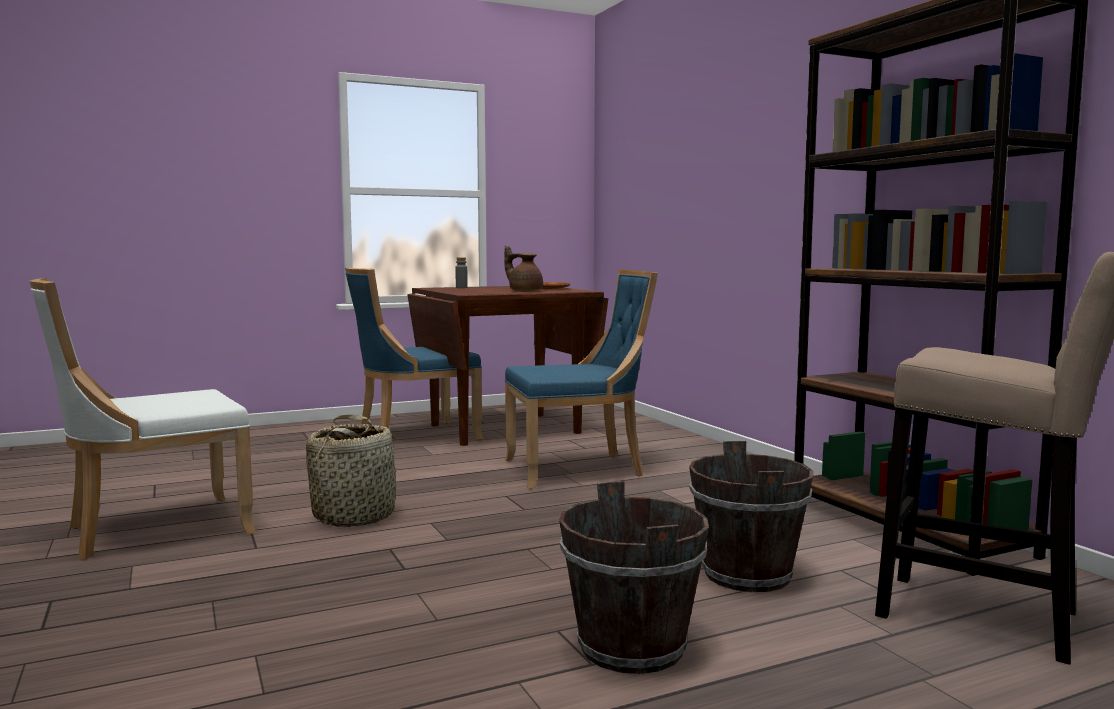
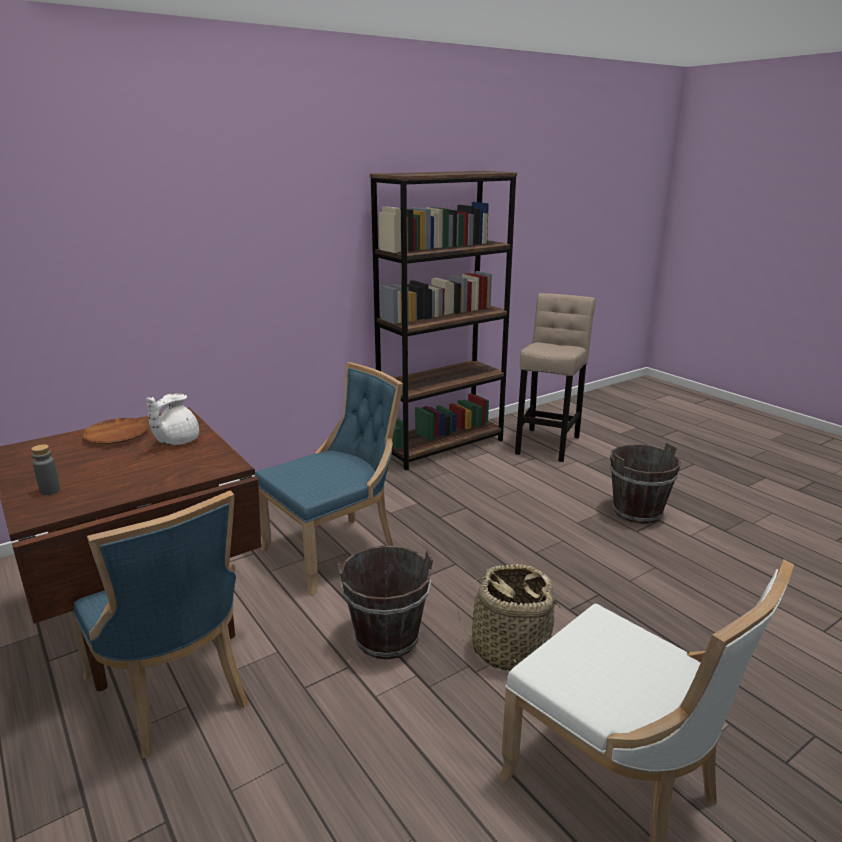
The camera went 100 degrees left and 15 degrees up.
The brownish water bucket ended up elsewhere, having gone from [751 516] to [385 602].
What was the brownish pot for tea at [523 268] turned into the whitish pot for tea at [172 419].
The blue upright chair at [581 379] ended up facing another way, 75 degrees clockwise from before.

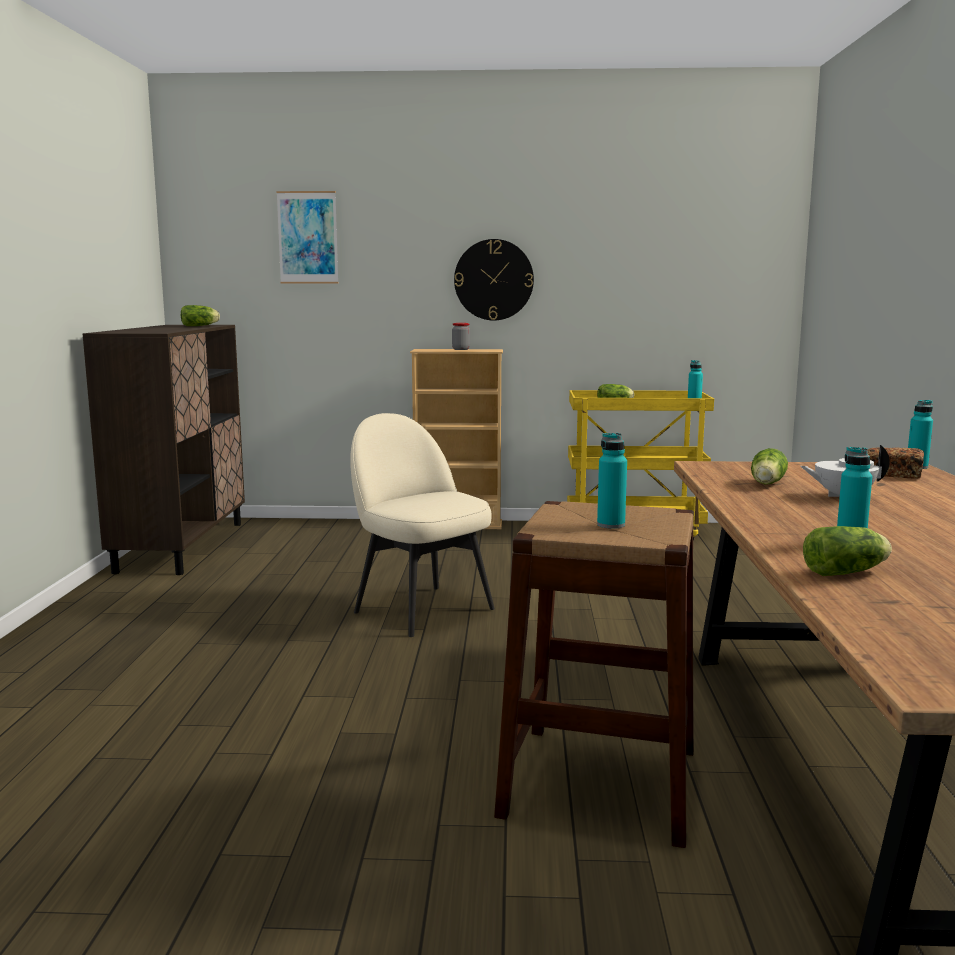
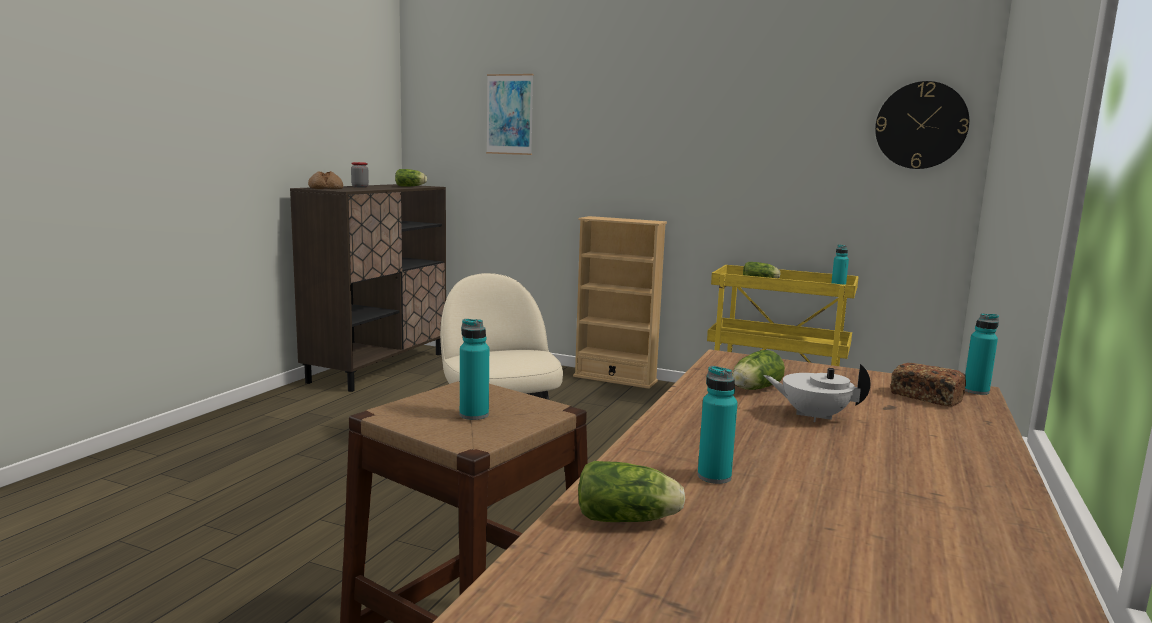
The camera went 20 degrees right and 0 degrees up.
The second view gained the baked bread at [325 180].
The jar ended up elsewhere, having gone from [461 336] to [360 174].
The clock on the wall ended up elsewhere, having gone from [494 279] to [922 125].

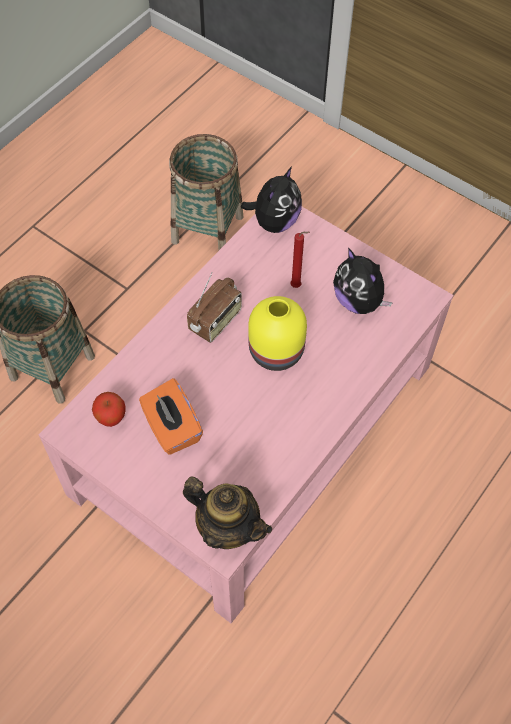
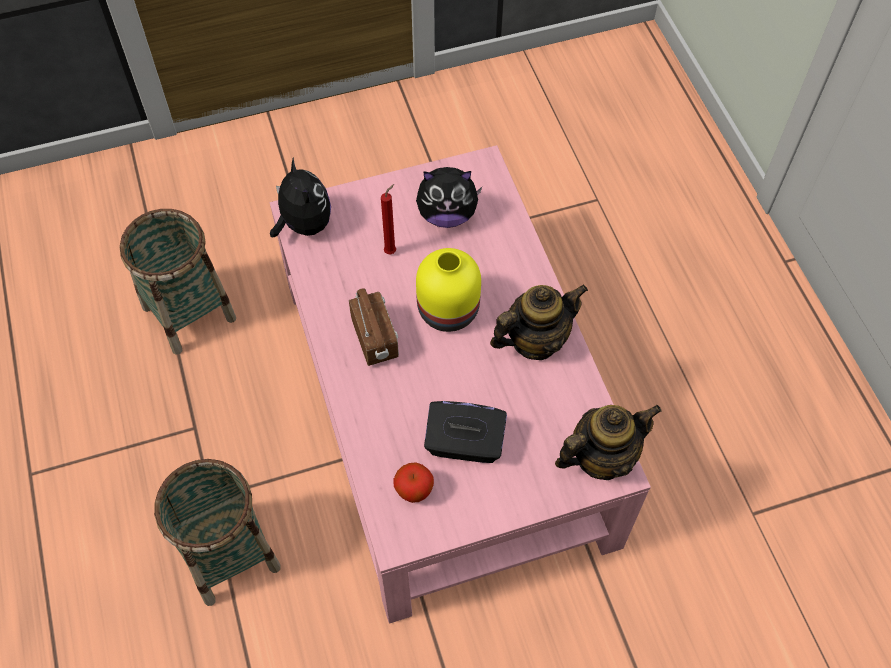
The camera went 55 degrees left and 0 degrees up.
The second view gained the pot for tea at [539 322].
What was the orange-coloured box of tissues at [171 416] turned into the black-coloured box of tissues at [465 432].

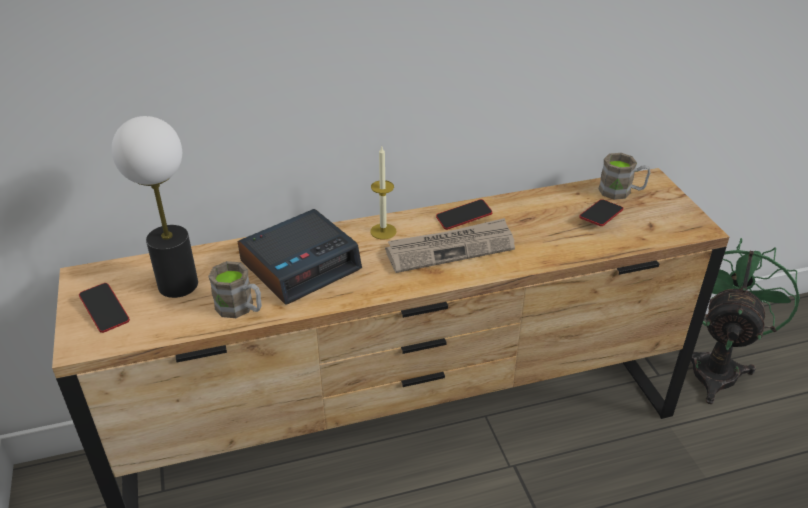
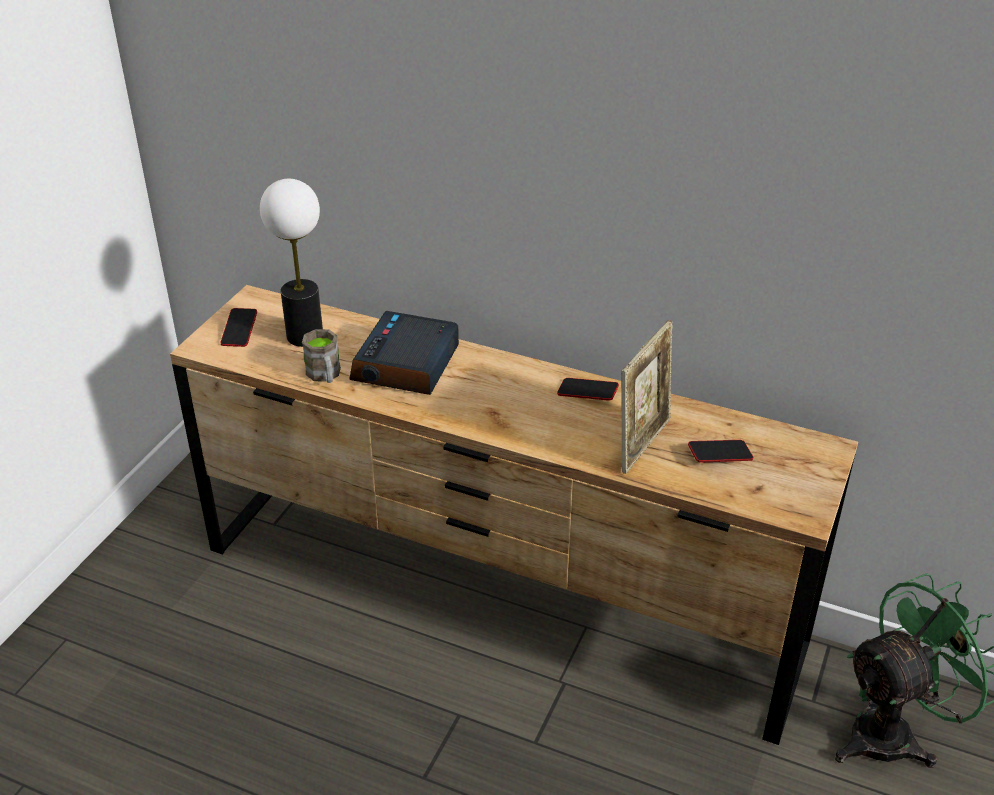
The camera went 40 degrees right and 0 degrees up.
The second view lost the wax candle at [383 192].
The second view lost the newspaper at [450 245].
The second view lost the brownish mug at [624 176].
The second view gained the photo frame at [647 397].
The alarm clock at [300 257] ended up facing another way, 105 degrees clockwise from before.

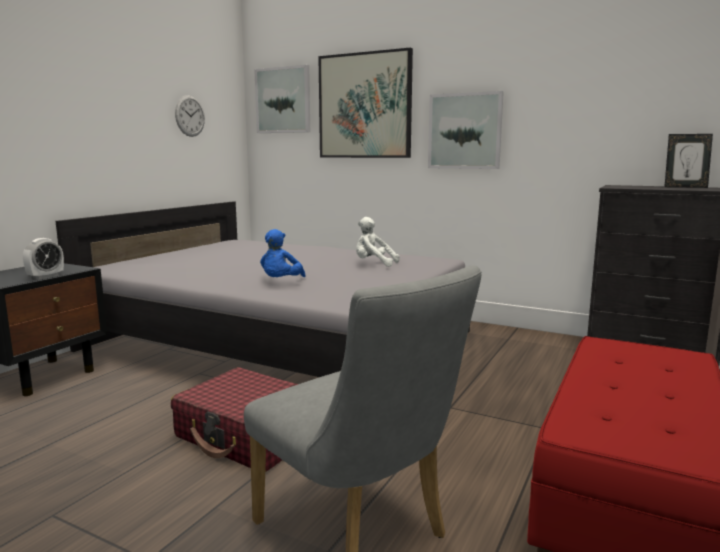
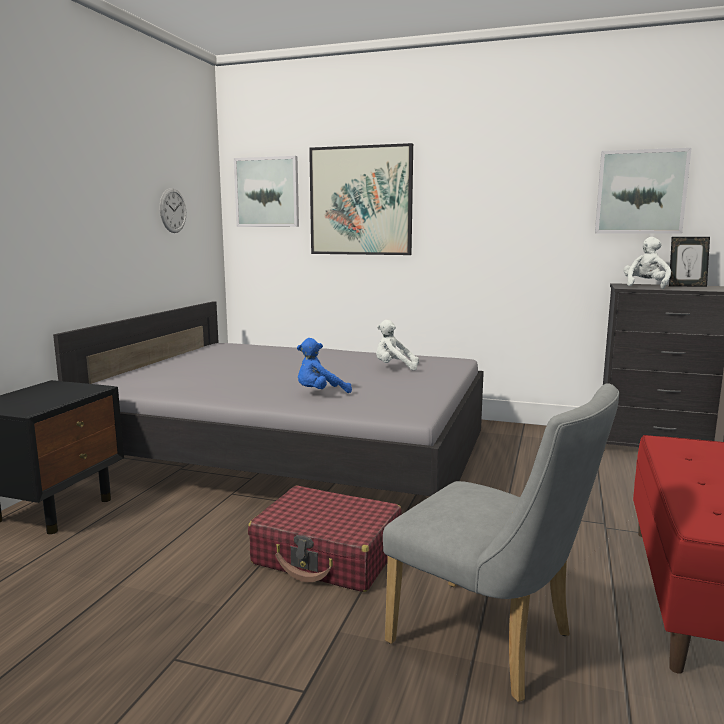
The camera went 10 degrees left and 0 degrees up.
The second view lost the alarm clock at [43 258].
The second view gained the whitish soft toy at [647 263].
The wall art ended up elsewhere, having gone from [466 130] to [643 191].
The blue soft toy at [282 253] ended up facing another way, 60 degrees clockwise from before.

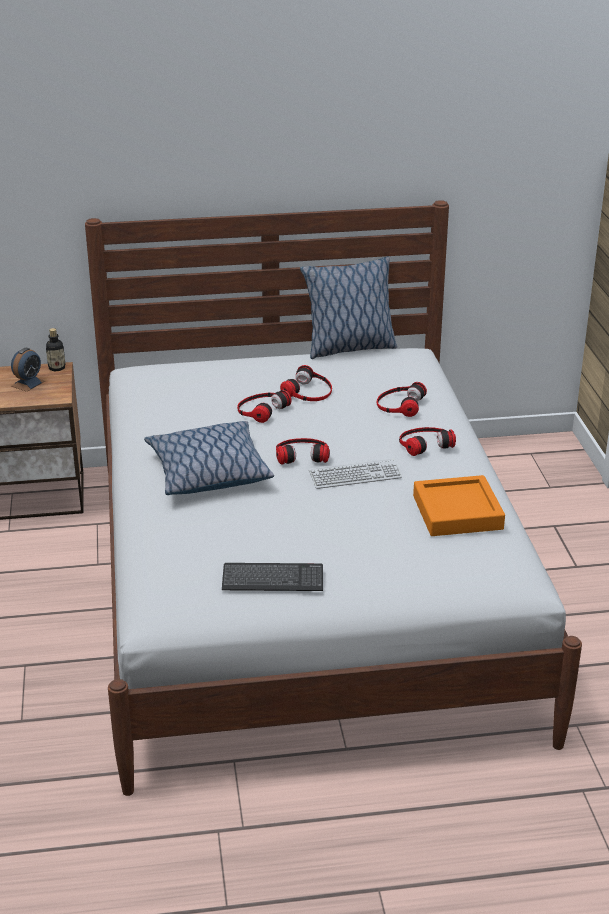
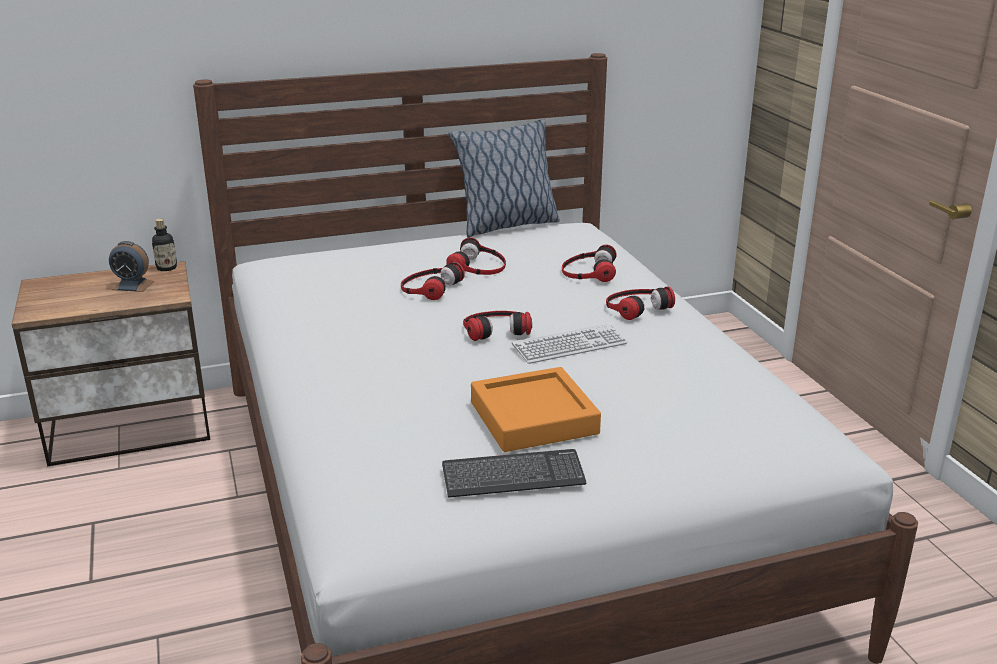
The camera went 10 degrees left and 5 degrees down.
The second view lost the throw pillow at [209 458].
The orange-coloured tray ended up elsewhere, having gone from [459 505] to [536 409].
The alarm clock at [28 370] ended up facing another way, 75 degrees clockwise from before.

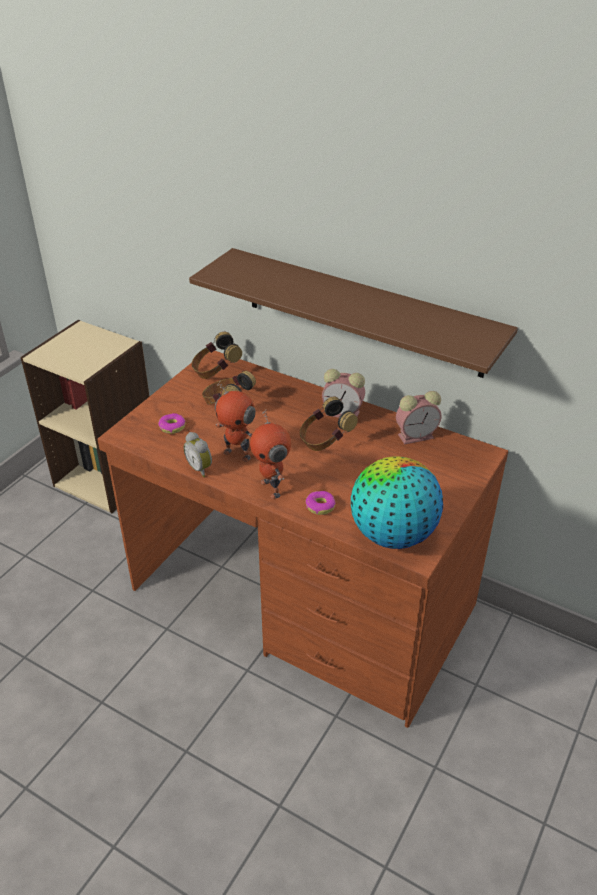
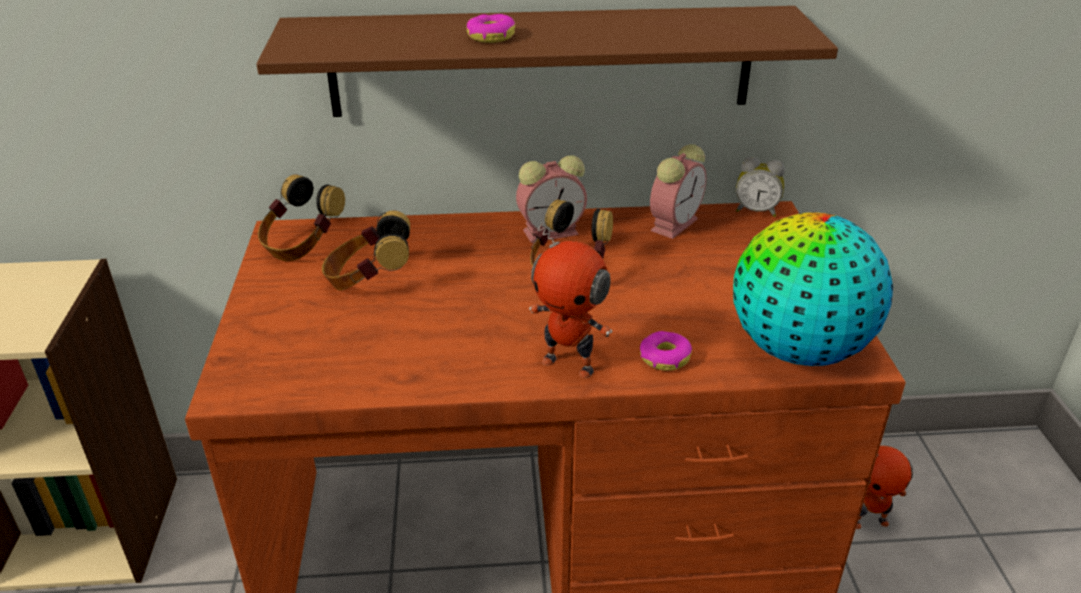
The camera went 35 degrees left and 5 degrees down.
The ring doughnut ended up elsewhere, having gone from [171 423] to [491 28].
The alarm clock ended up elsewhere, having gone from [198 454] to [760 187].
The toy robot ended up elsewhere, having gone from [235 421] to [884 487].

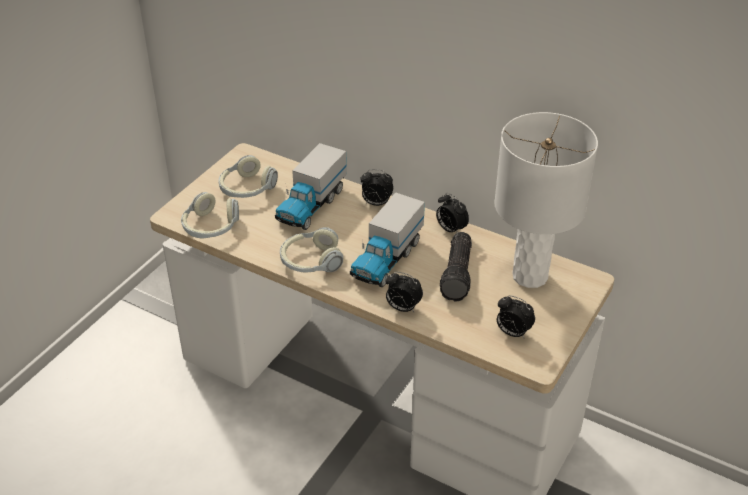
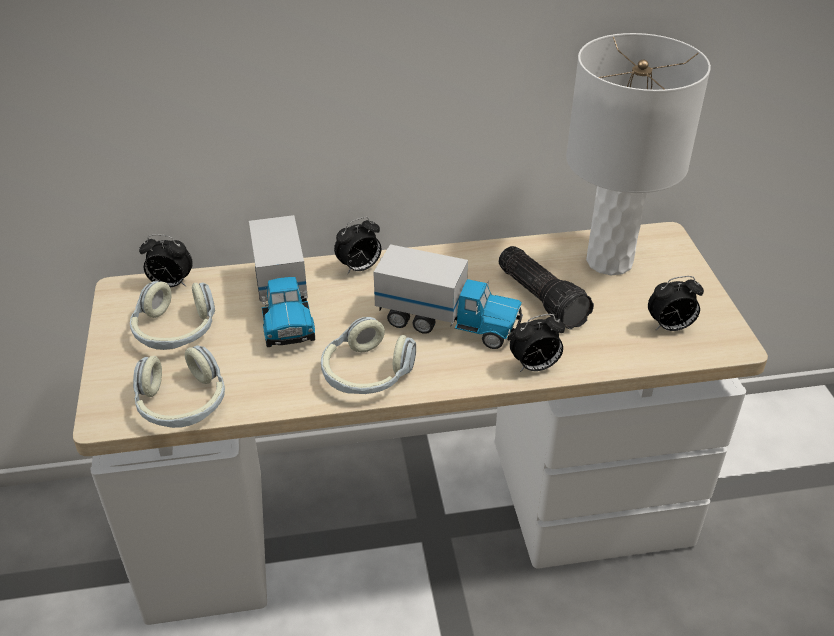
The camera went 40 degrees left and 0 degrees up.
The alarm clock ended up elsewhere, having gone from [452 213] to [166 261].
The toy lorry at [387 239] ended up facing another way, 60 degrees counterclockwise from before.

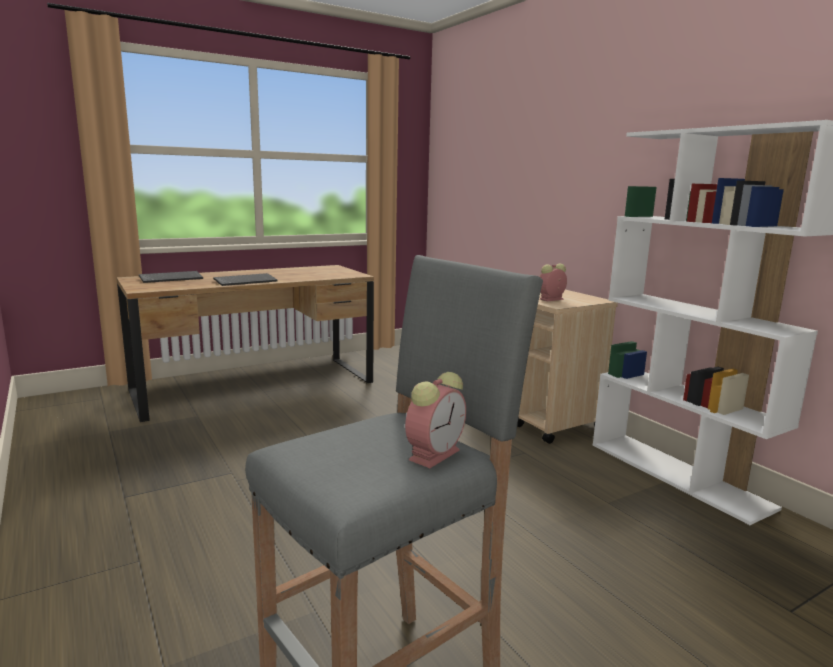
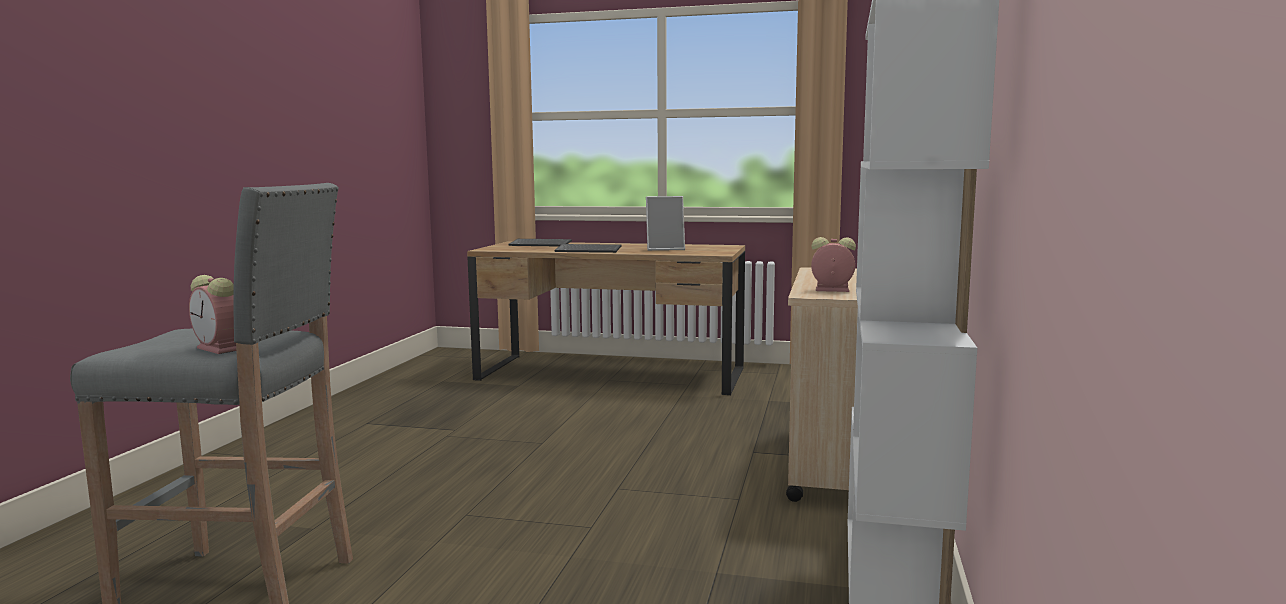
The camera went 45 degrees right and 5 degrees down.
The second view gained the photo frame at [665 223].
The alarm clock at [435 420] ended up facing another way, 45 degrees clockwise from before.

